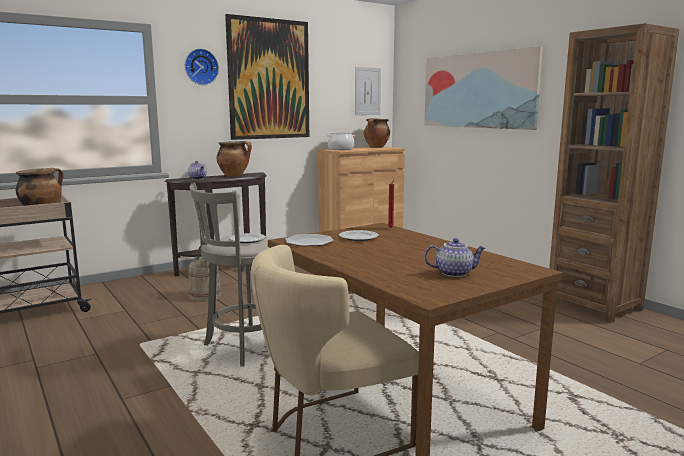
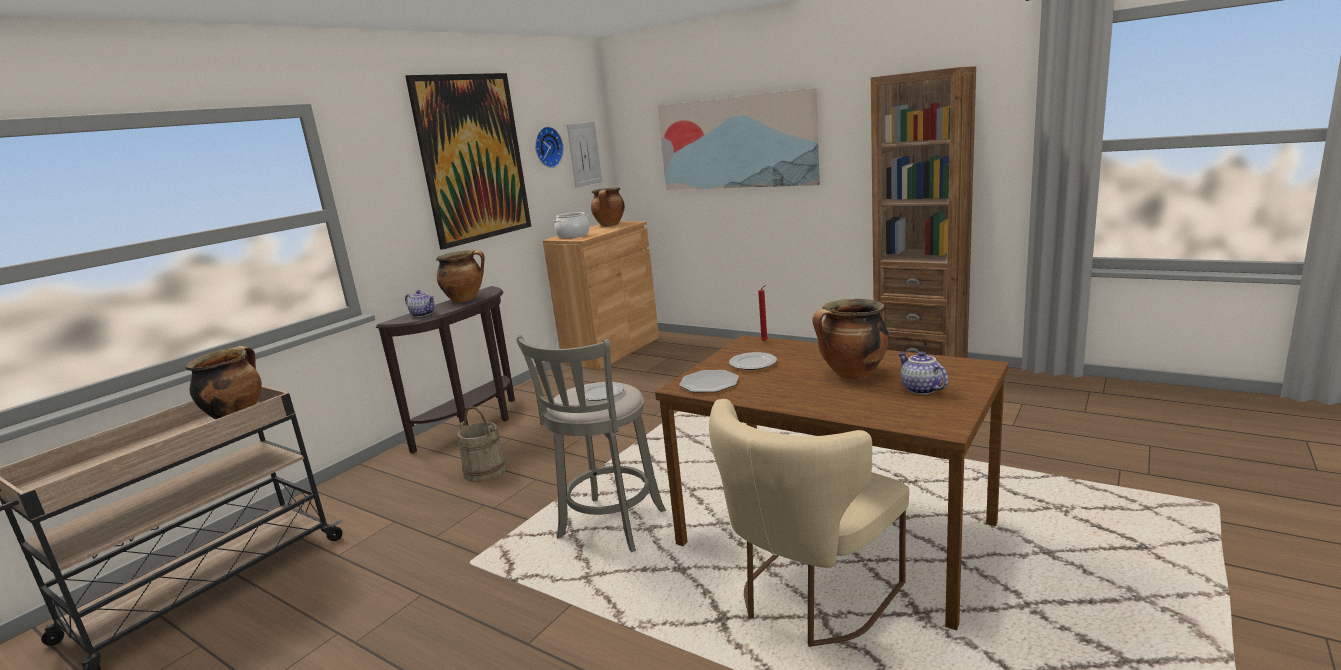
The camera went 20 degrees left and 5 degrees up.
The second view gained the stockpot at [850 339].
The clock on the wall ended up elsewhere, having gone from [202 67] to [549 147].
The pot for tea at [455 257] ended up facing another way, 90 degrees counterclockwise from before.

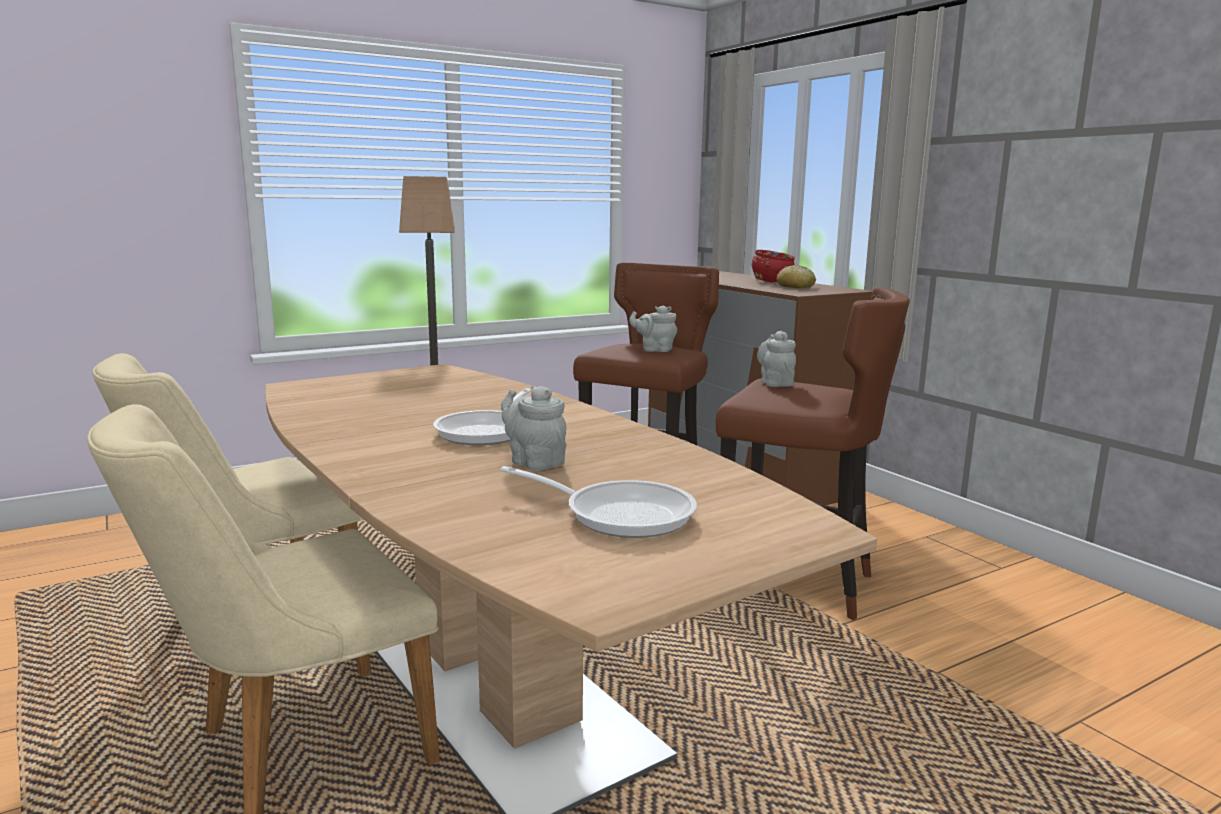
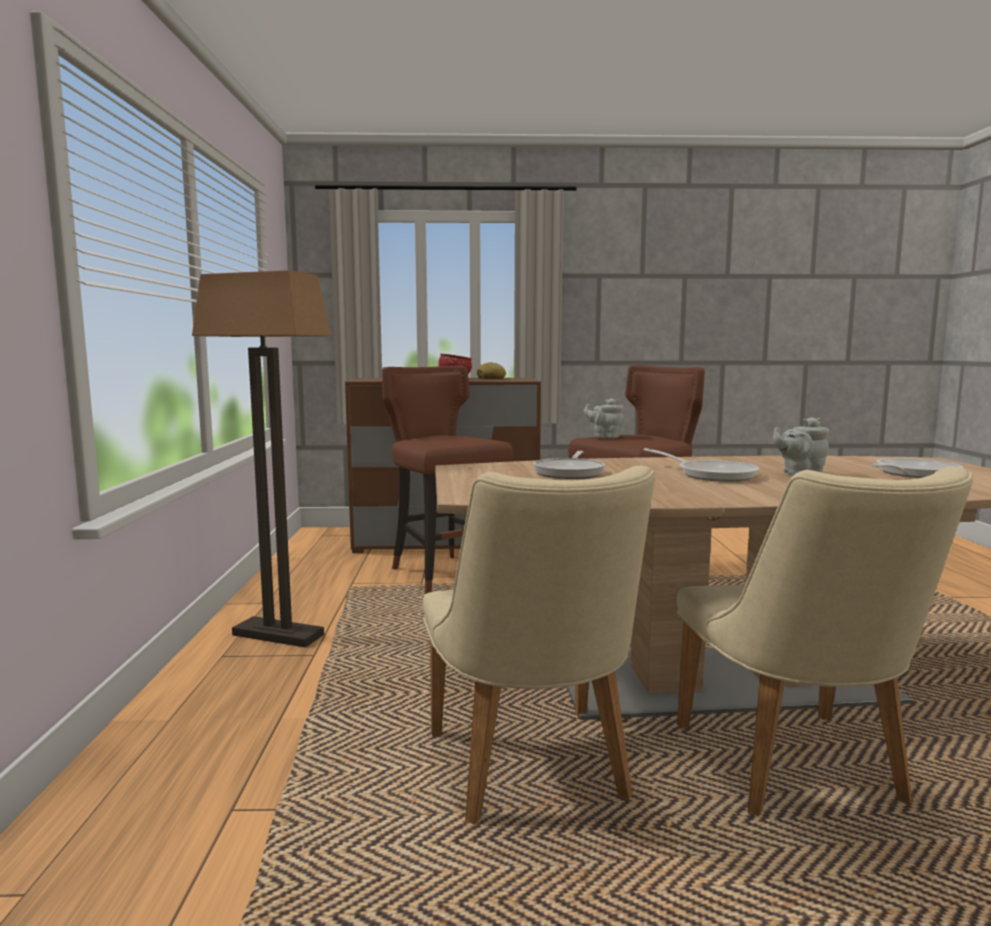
The camera went 60 degrees left and 5 degrees down.
The second view lost the greyish pot for tea at [653 328].
The second view gained the skillet at [569 465].

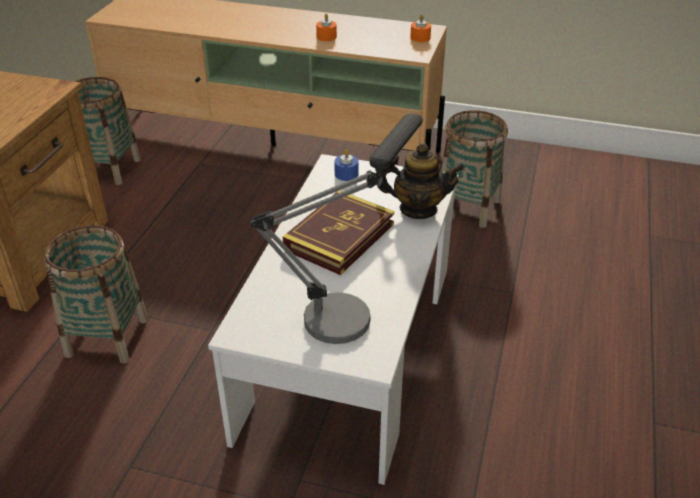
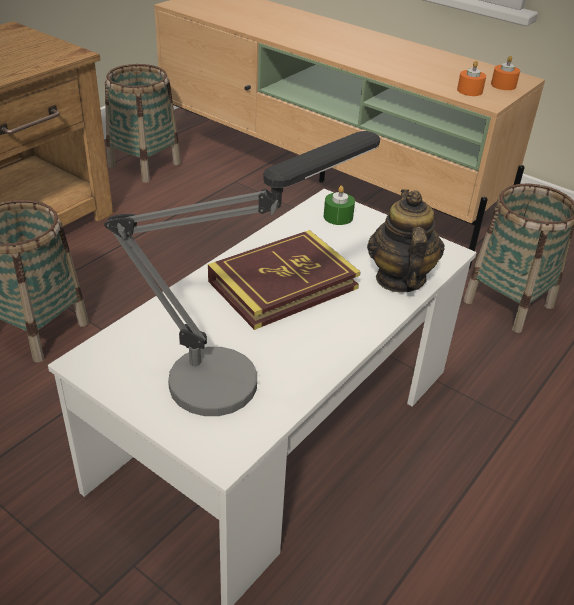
The camera went 20 degrees right and 0 degrees up.
The orange-coloured wax candle ended up elsewhere, having gone from [326 27] to [471 78].
What was the blue wax candle at [346 165] turned into the green wax candle at [339 205].
The pot for tea at [421 181] ended up facing another way, 120 degrees counterclockwise from before.

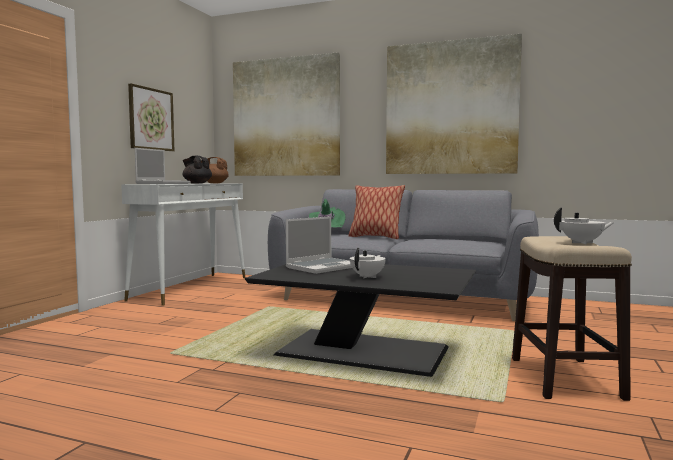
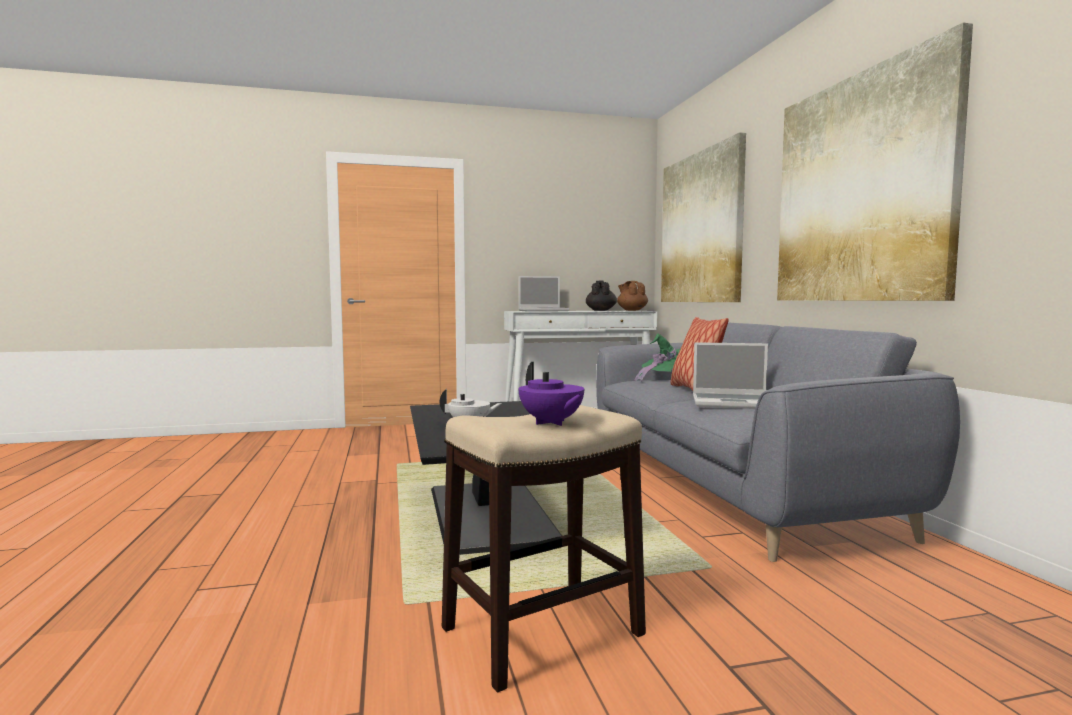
The camera went 55 degrees right and 0 degrees up.
The second view lost the wall art at [151 117].
The notebook computer ended up elsewhere, having gone from [319 245] to [730 375].
What was the whitish pot for tea at [584 225] turned into the purple-coloured pot for tea at [551 394].

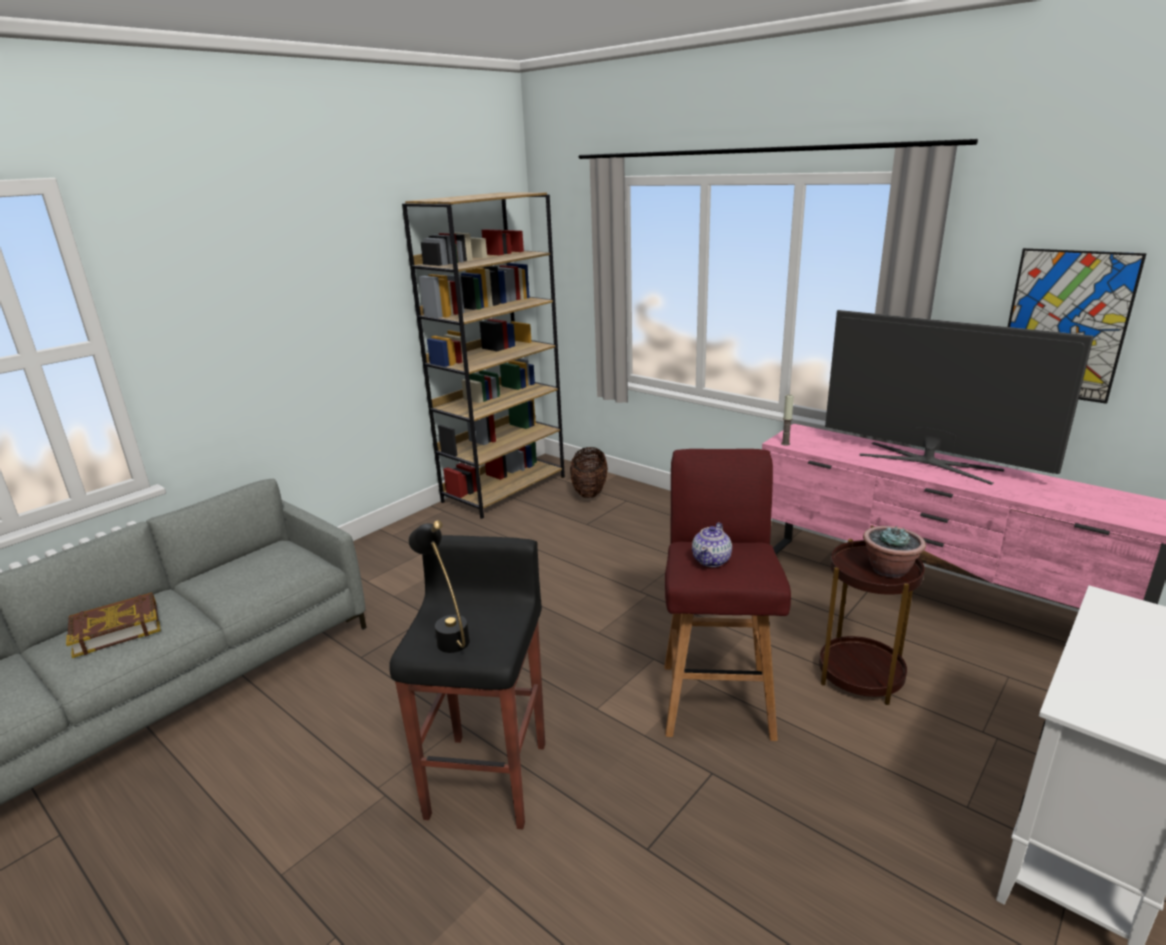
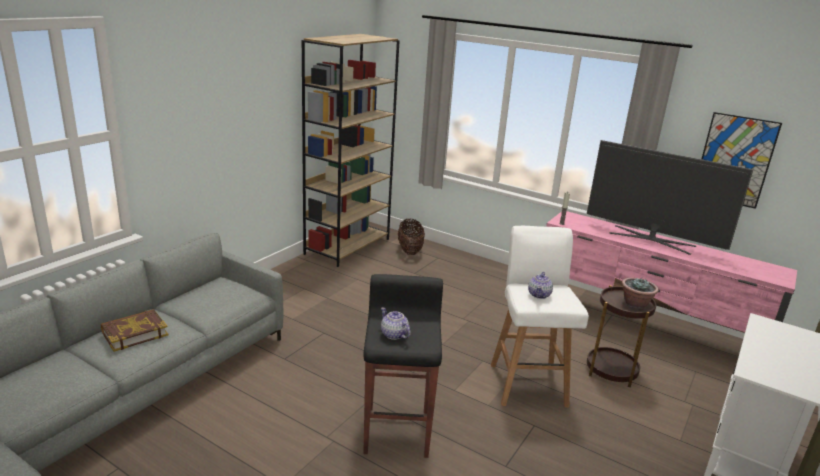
The camera went 10 degrees left and 0 degrees up.
Where the black-coloured tabletop lamp stood at [439 586], the pot for tea came to stand at [396 324].
What was the red-coloured stool at [728 595] turned into the whitish stool at [540 317].

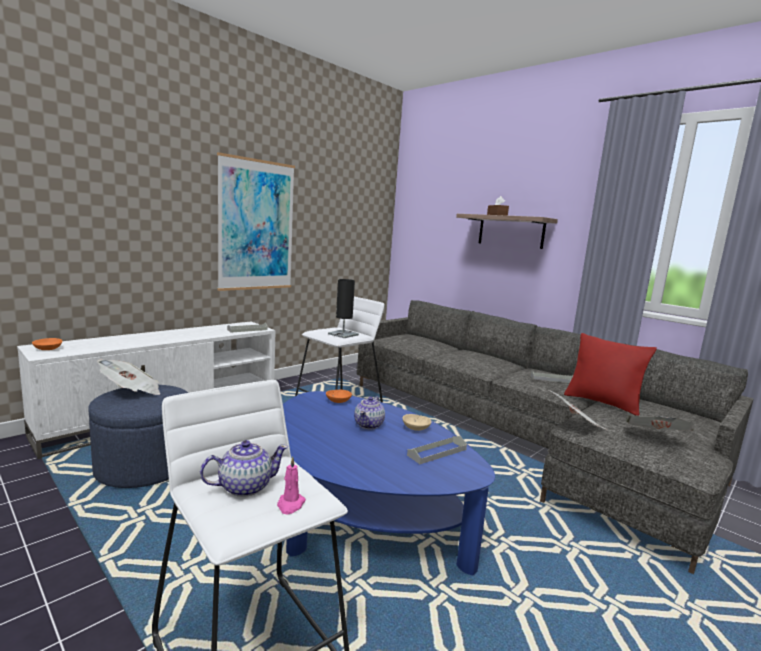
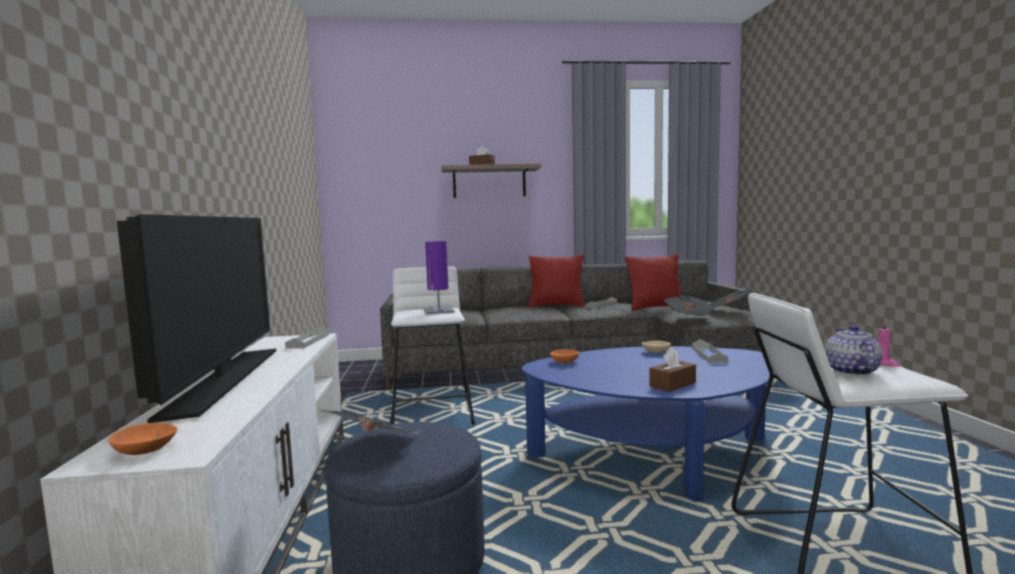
The camera went 50 degrees left and 5 degrees down.
The second view lost the wall art at [256 221].
The second view lost the pot for tea at [369 412].
The second view gained the TV at [196 318].
The second view gained the red-coloured throw pillow at [556 281].
The second view gained the brownish box of tissues at [672 369].
What was the black-coloured tabletop lamp at [343 308] turned into the purple-coloured tabletop lamp at [439 277].

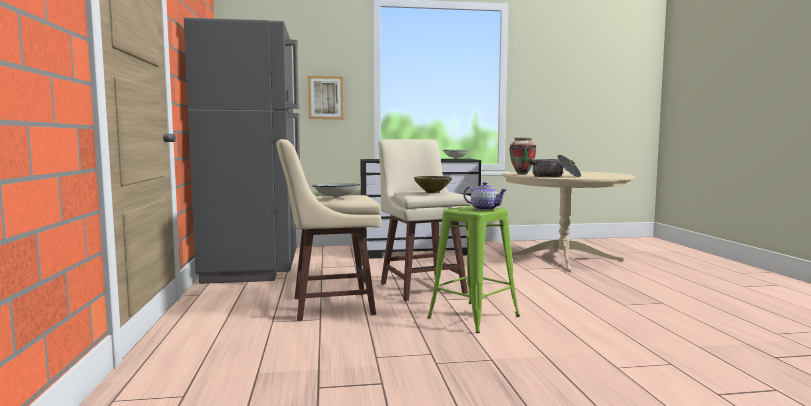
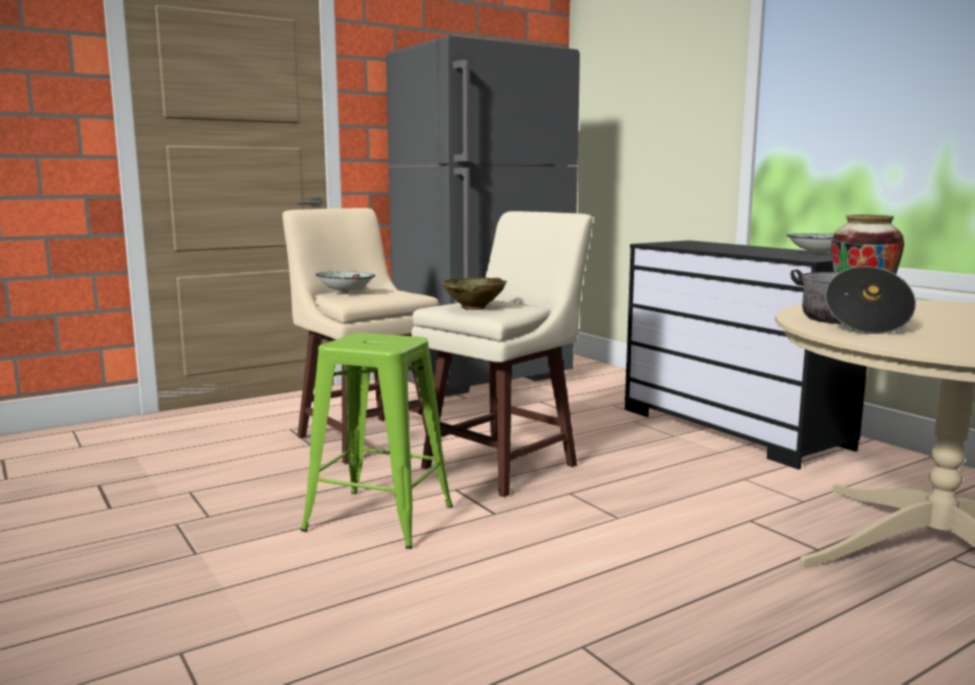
The camera went 65 degrees right and 5 degrees up.
The second view lost the wall art at [325 97].
The second view lost the pot for tea at [485 196].

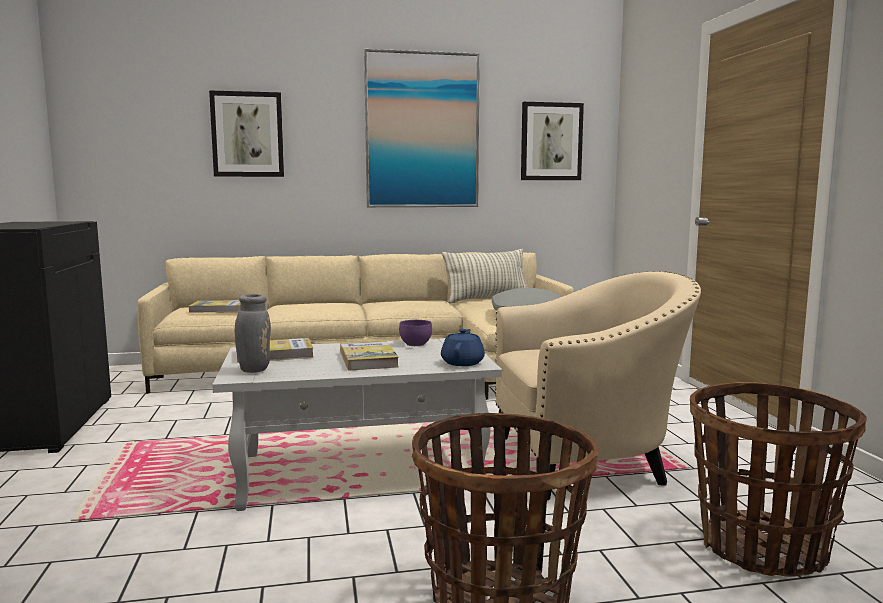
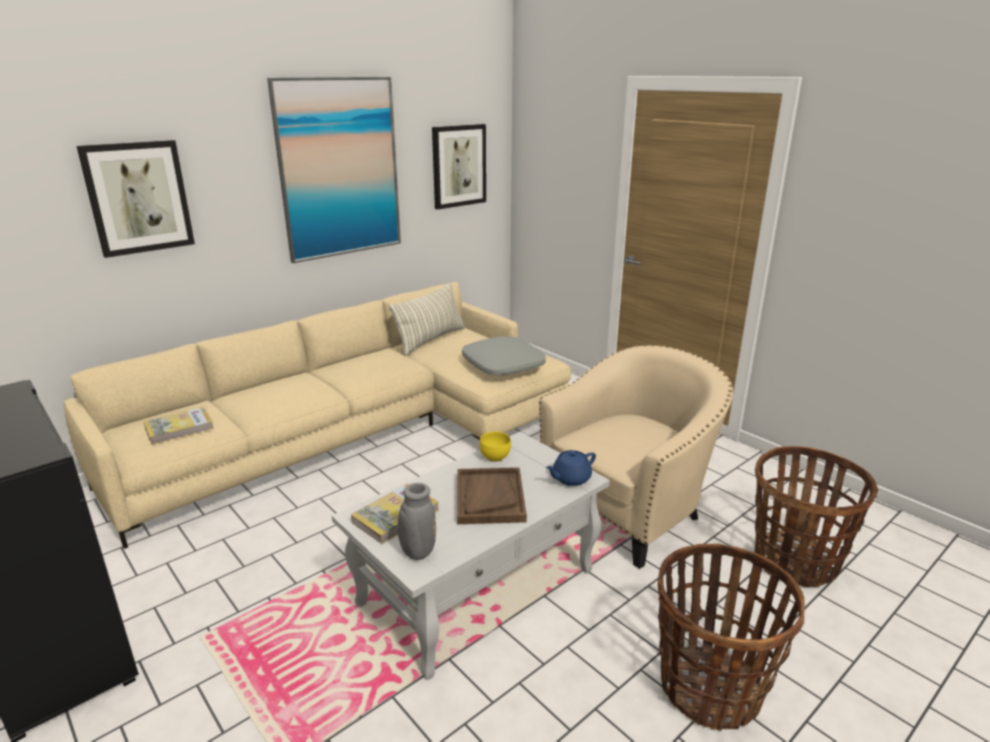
The camera went 30 degrees left and 15 degrees up.
Where the volume stood at [369 355], the brownish tray came to stand at [492 495].
What was the purple-coloured deep dish at [415 333] turned into the yellow-coloured deep dish at [495 447].
The blue pot for tea at [463 347] ended up facing another way, 105 degrees counterclockwise from before.

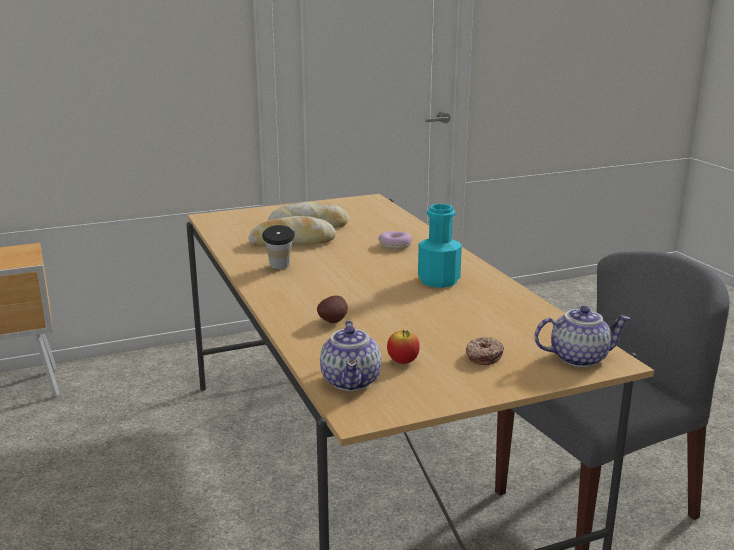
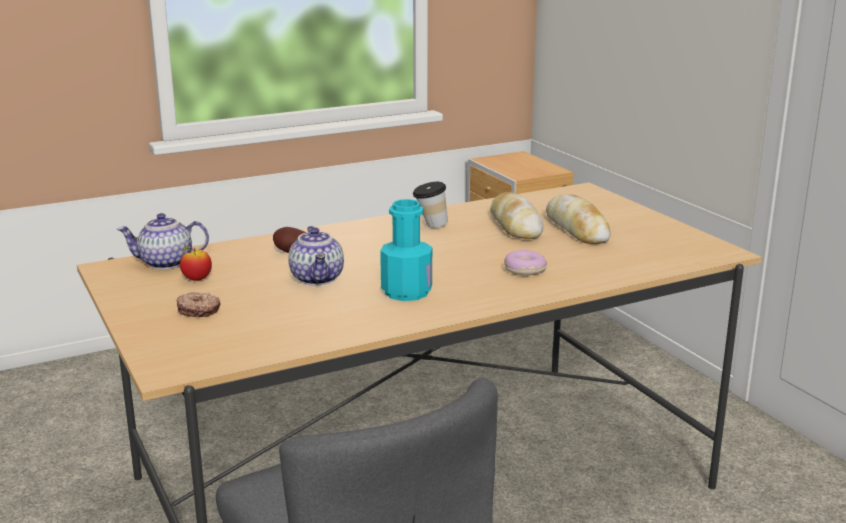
The camera went 85 degrees right and 0 degrees up.
The pot for tea ended up elsewhere, having gone from [582 336] to [316 256].

